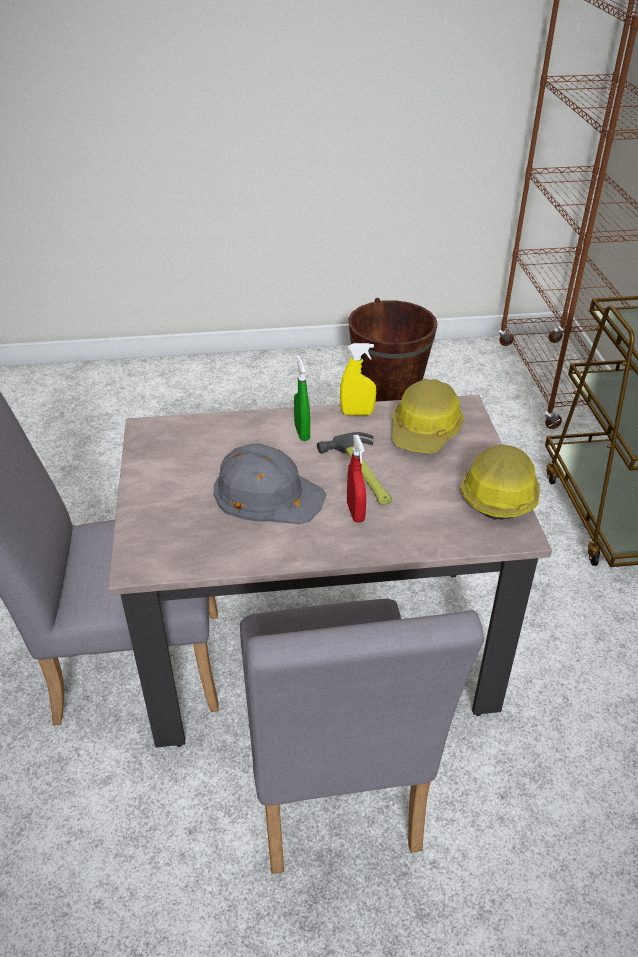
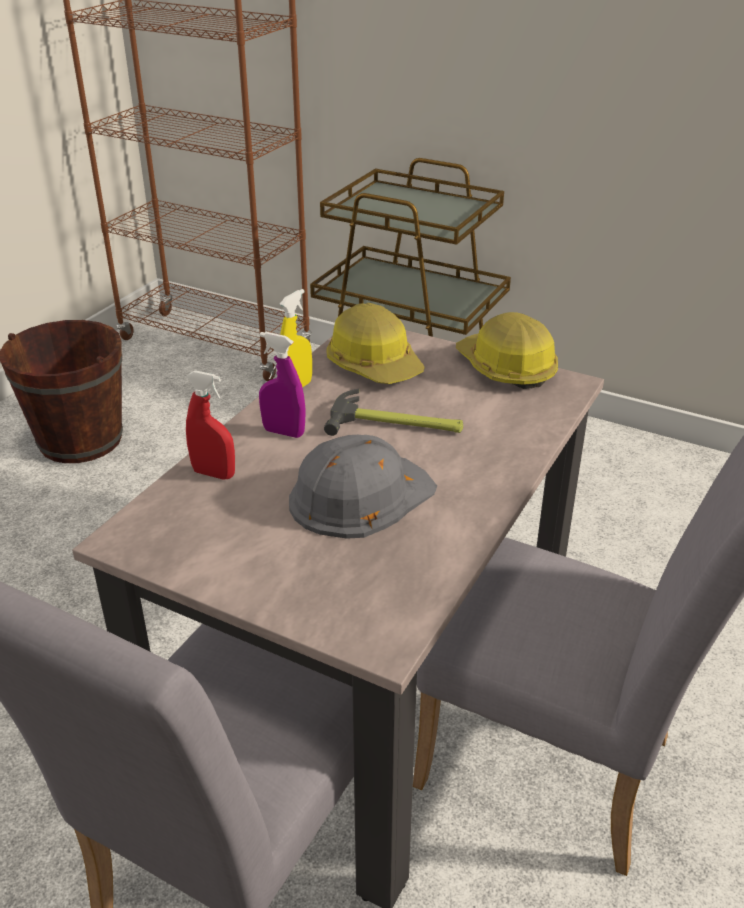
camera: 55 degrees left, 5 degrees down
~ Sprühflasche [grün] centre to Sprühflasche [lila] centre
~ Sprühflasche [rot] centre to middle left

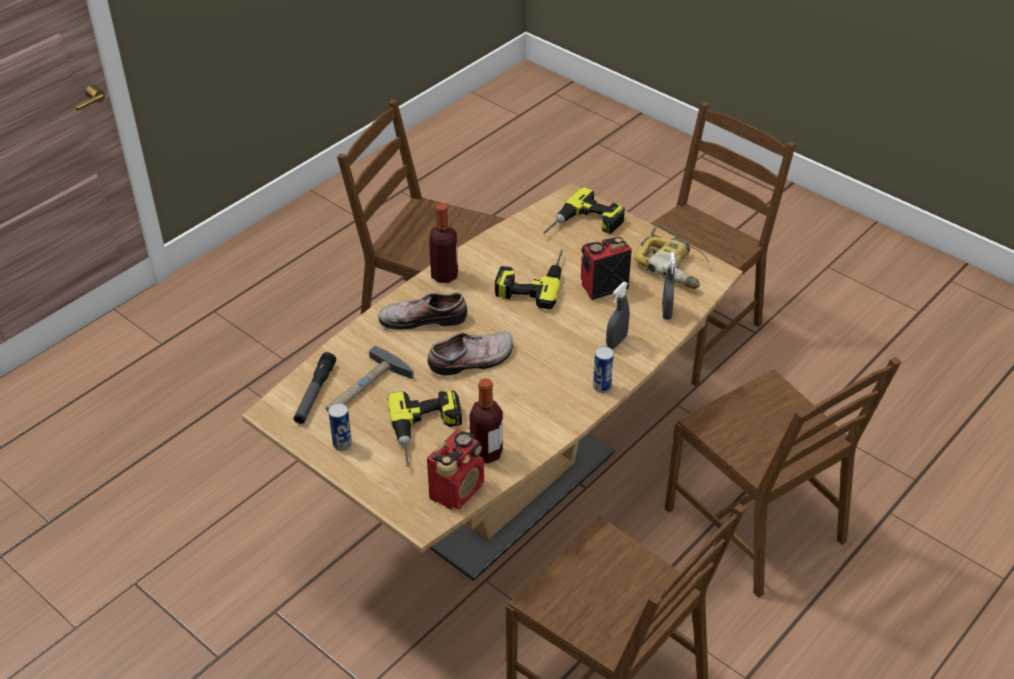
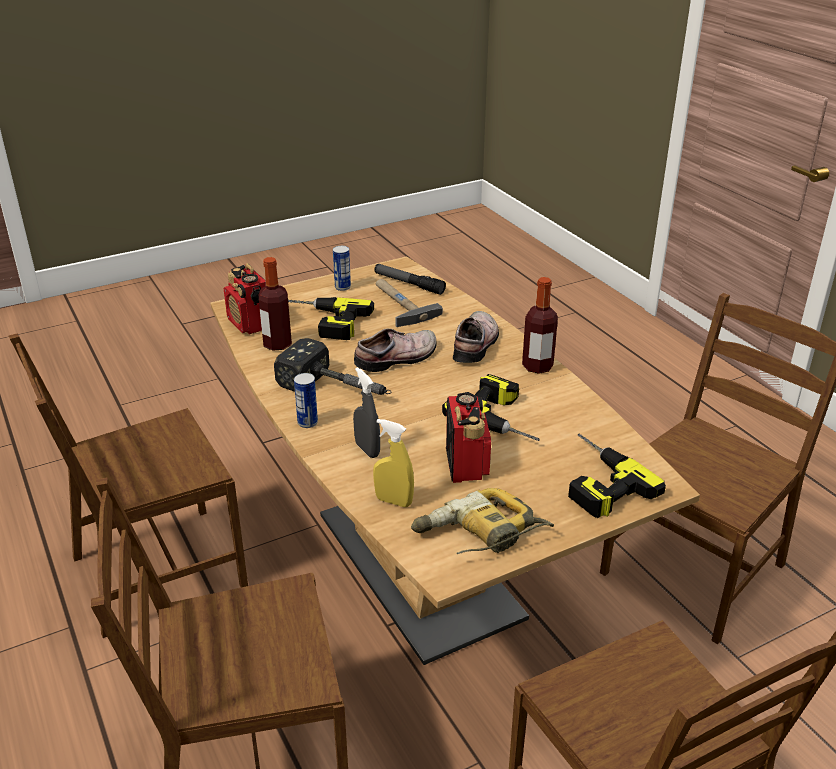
camera: 110 degrees right, 10 degrees down
~ Schuh (2nd from left in the first image) centre = centre 120 degrees counterclockwise
~ Sprühflasche [grau] (2nd from left) centre to Sprühflasche [gelb] centre
+ Hammer (1st from left) centre

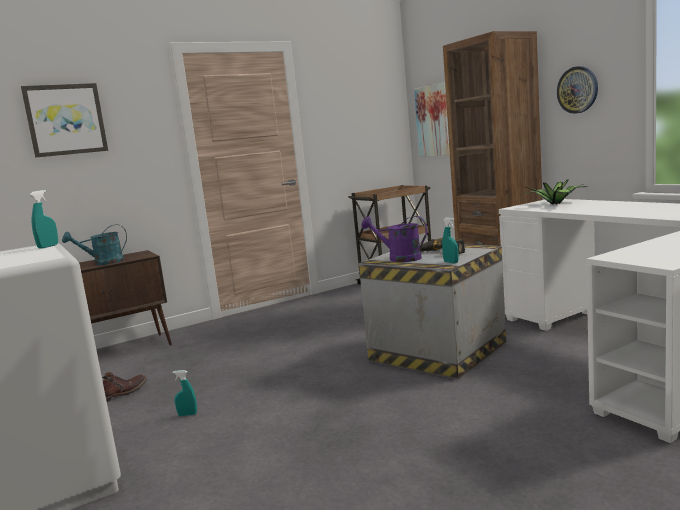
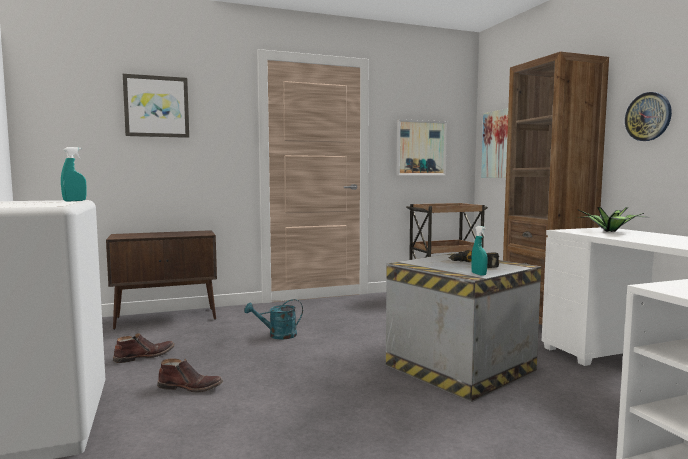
camera: 10 degrees right, 5 degrees down
~ Gießkanne [türkis] middle left to bottom centre
~ Sprühflasche [türkis] (2nd from left) bottom left to Stiefel [braun] (2nd from left) bottom left
- Gießkanne [lila] centre
+ Bild (2nd from left) top centre

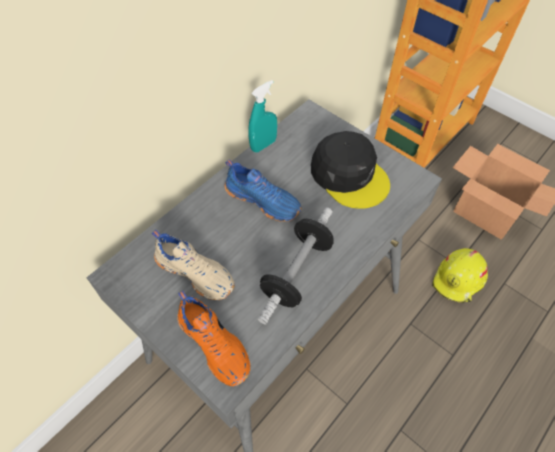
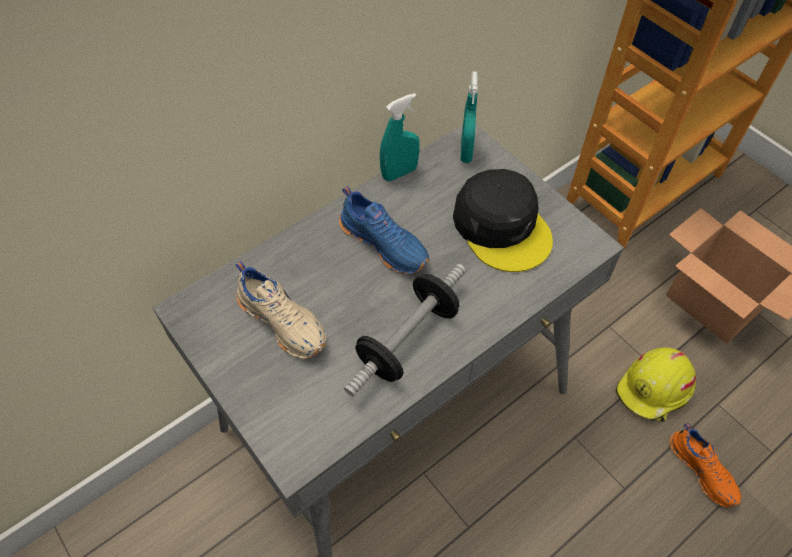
camera: 10 degrees right, 0 degrees up
~ Schuh [orange] bottom centre to bottom right
+ Sprühflasche [türkis] (2nd from left) top centre

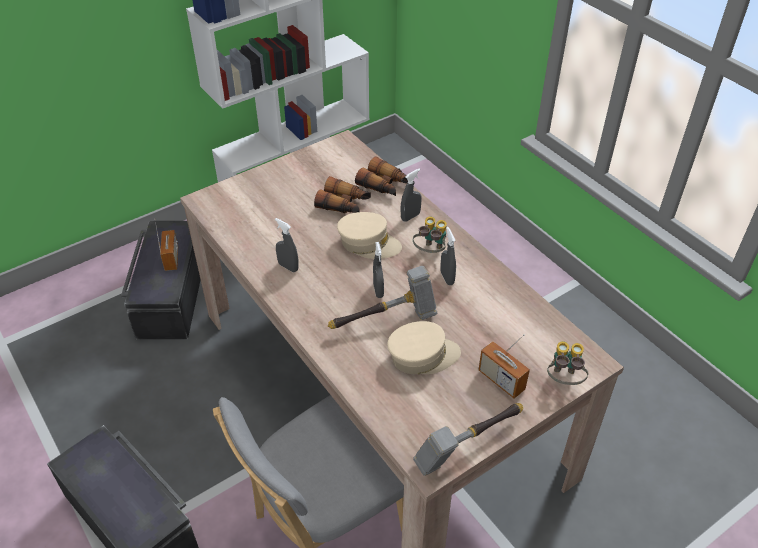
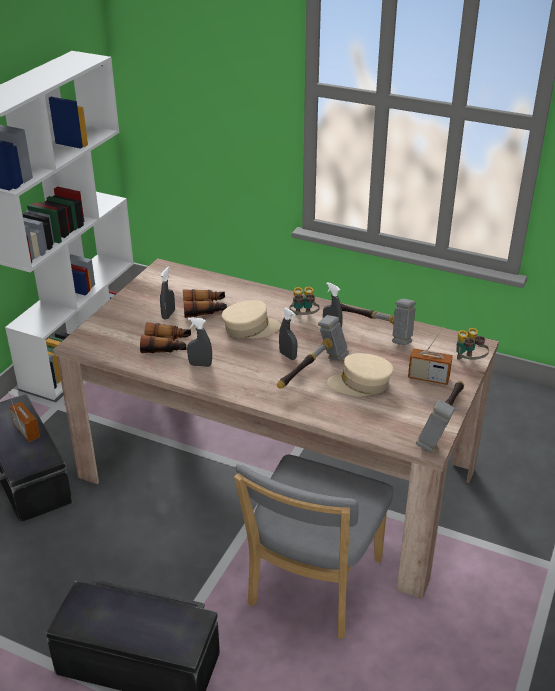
camera: 30 degrees left, 10 degrees down
~ Fernglas (2nd from left in the first image) top centre to Fernglas (1st from left) middle left
~ Kappe [beige] (2nd from left) centre = centre 135 degrees counterclockwise
~ Sprühflasche [grau] (3rd from left in the first image) centre to Sprühflasche [grau] (1st from left) middle left
+ Hammer (2nd from left) middle right

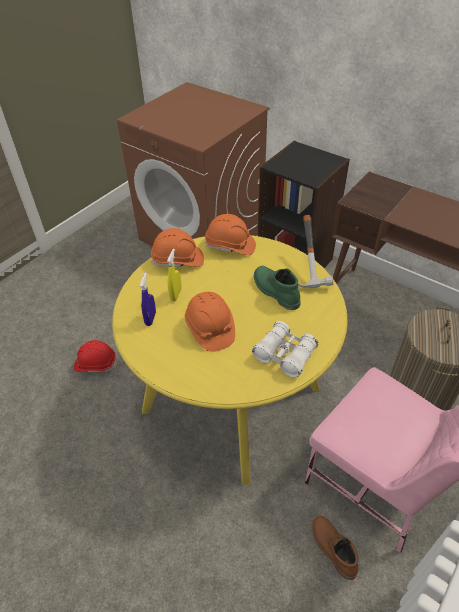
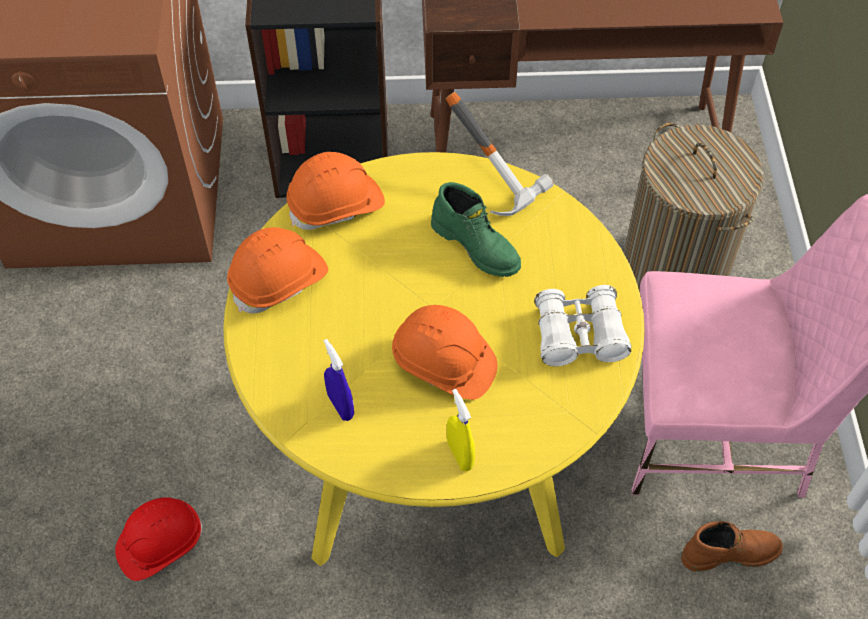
camera: 40 degrees left, 10 degrees up
~ Sprühflasche [gelb] centre to bottom centre
~ Stiefel [grün] centre = centre 150 degrees counterclockwise
~ Stiefel [braun] bottom right = bottom right 150 degrees clockwise

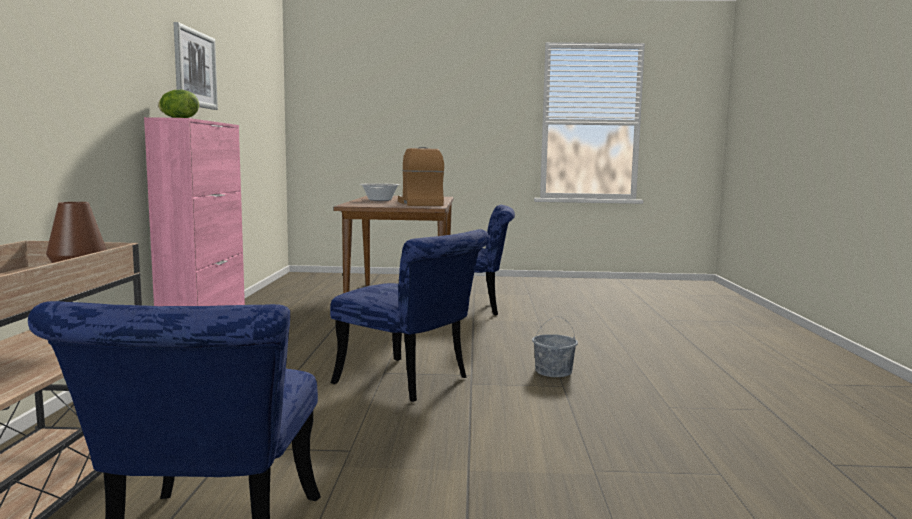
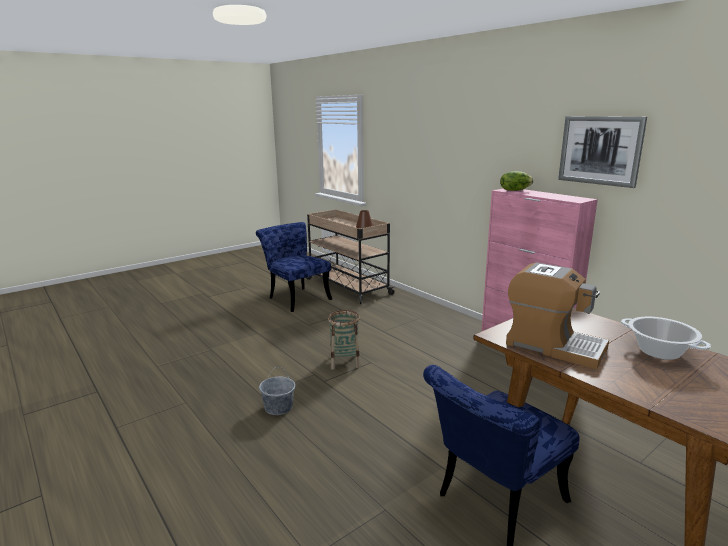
camera: 140 degrees right, 10 degrees up
~ Stuhl [blau] (2nd from left) centre to Korb centre

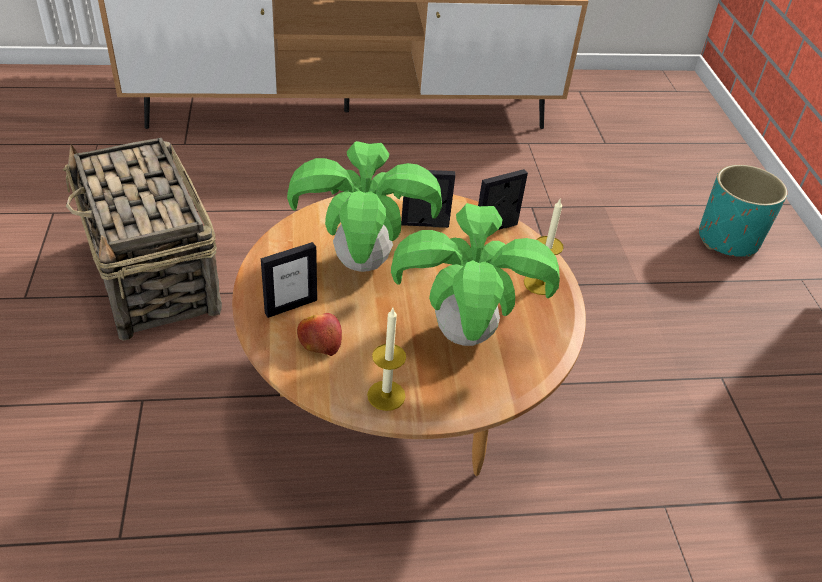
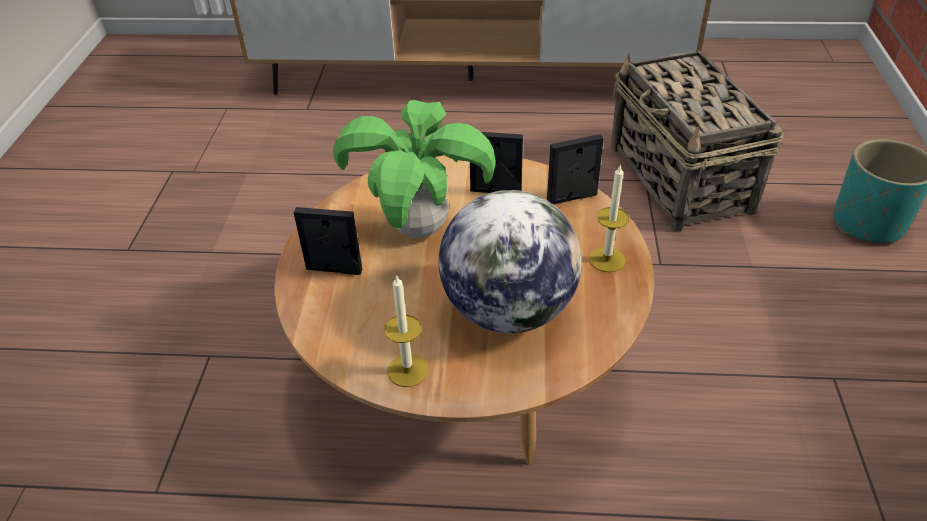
camera: 15 degrees right, 0 degrees up
~ Korb middle left to top right
~ Bilderrahmen (1st from left) centre = centre 150 degrees counterclockwise
- Apfel centre
~ Topfpflanze (2nd from left) centre to Globus centre

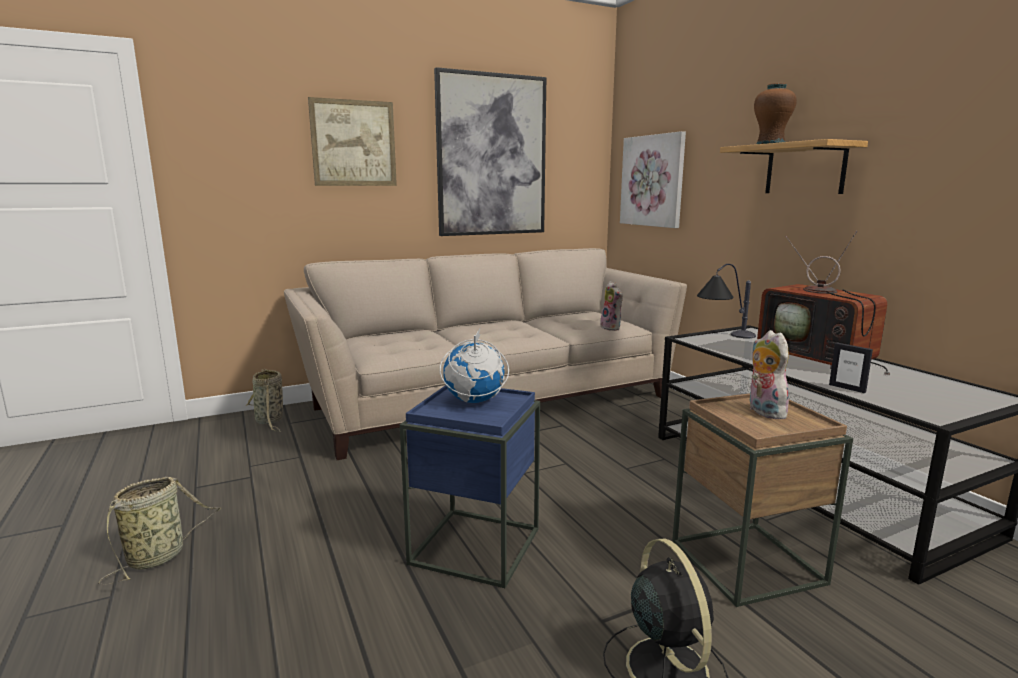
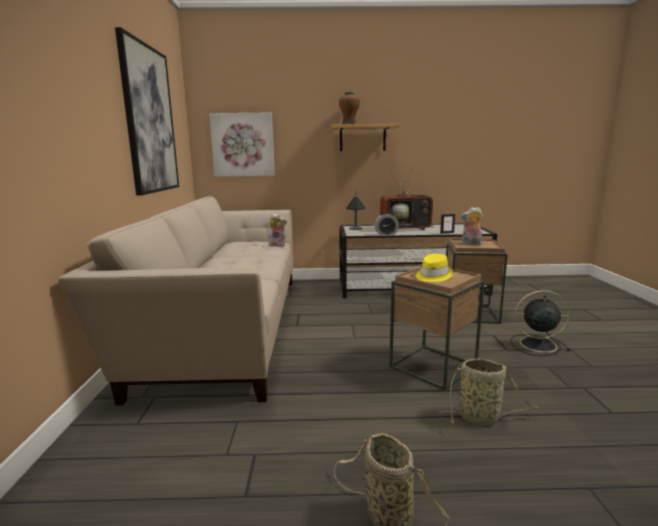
camera: 65 degrees left, 0 degrees up
~ Korb (2nd from left) middle left to bottom right
- Bild (1st from left) top centre
~ Beistelltisch [blau] bottom centre to Beistelltisch [braun] (1st from left) centre
~ Globus centre to Hut [gelb] centre
+ Wecker centre

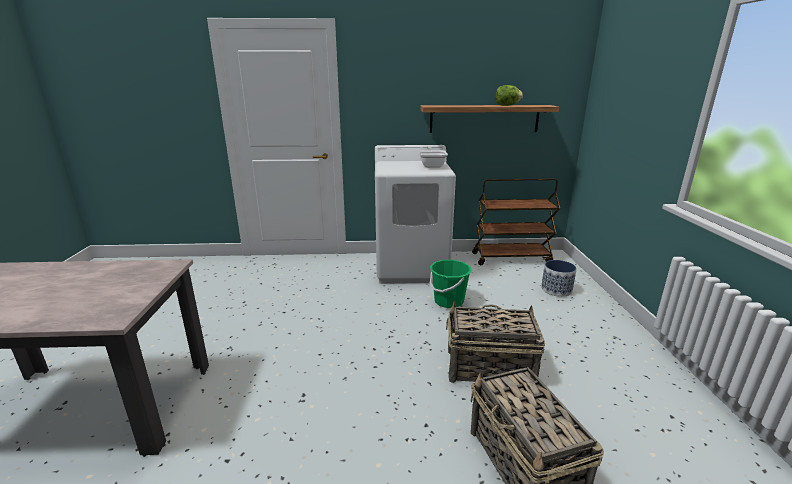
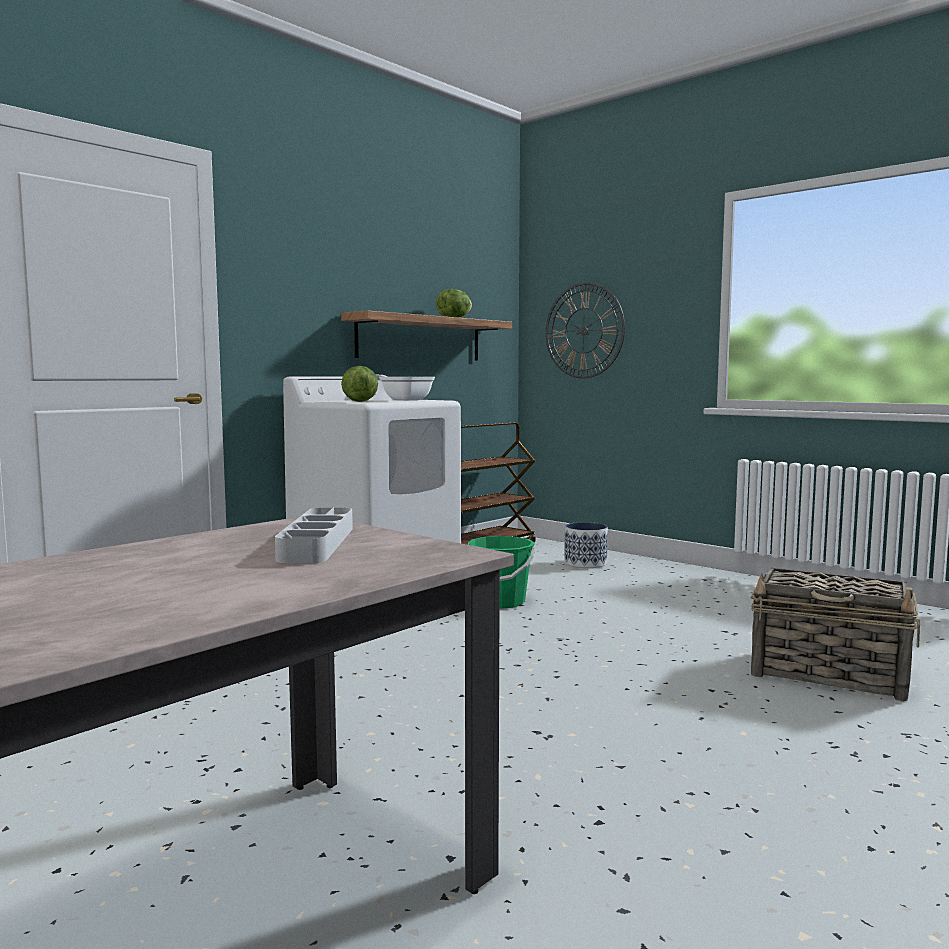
camera: 45 degrees left, 15 degrees down
- Korb (1st from left) bottom centre
+ Tablett [grau] middle left
+ Salatkopf (1st from left) centre
+ Wanduhr centre

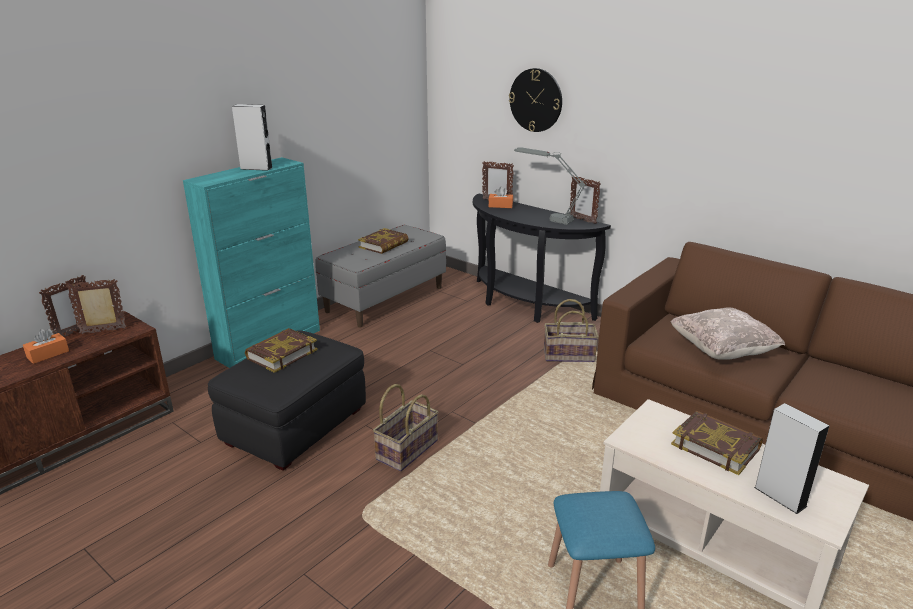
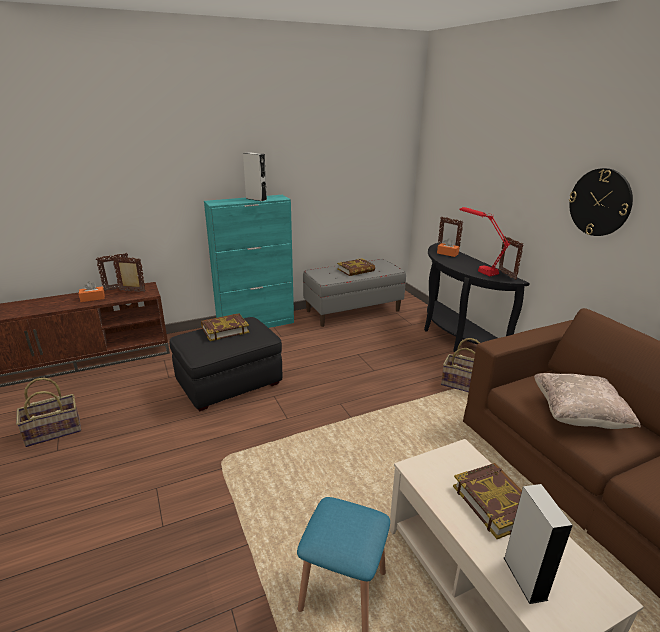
camera: 25 degrees right, 0 degrees up
~ Korb (1st from left) bottom centre to middle left
~ Wanduhr top centre to top right
~ Tischlampe [grau] top centre to Tischlampe [rot] middle right

